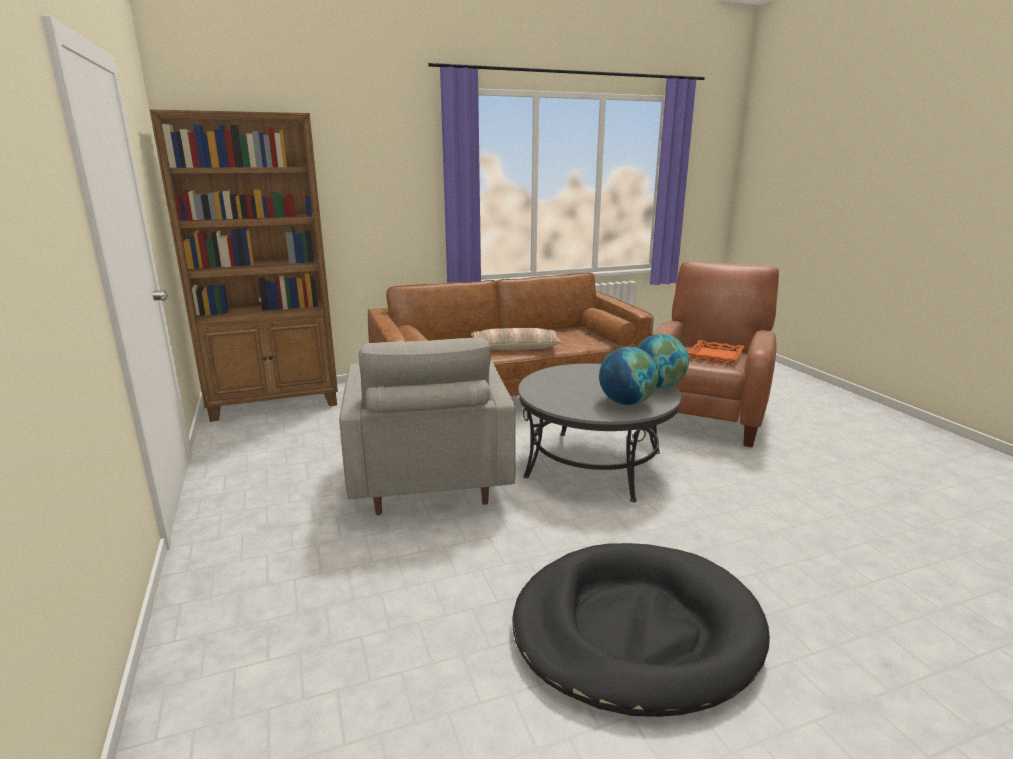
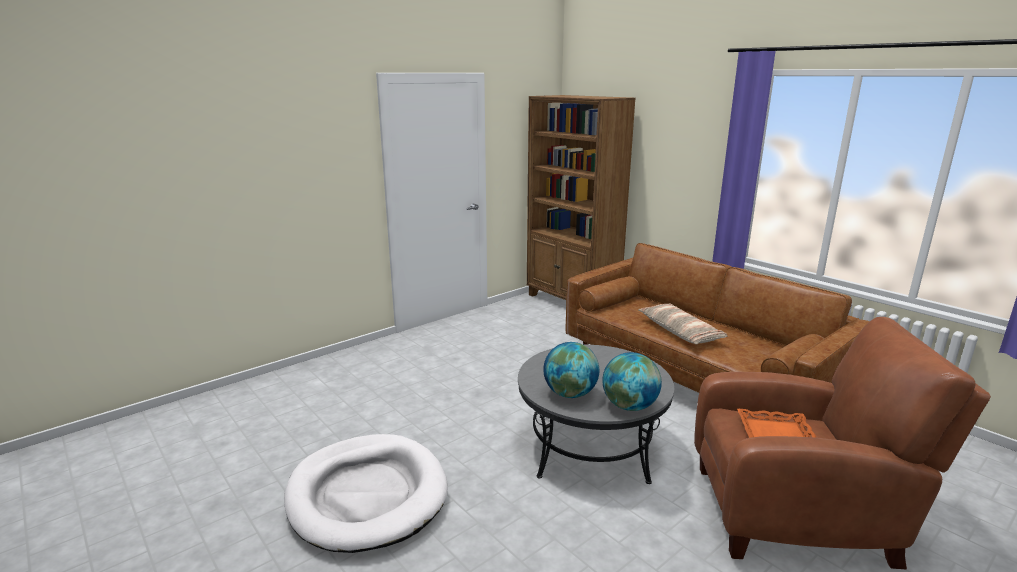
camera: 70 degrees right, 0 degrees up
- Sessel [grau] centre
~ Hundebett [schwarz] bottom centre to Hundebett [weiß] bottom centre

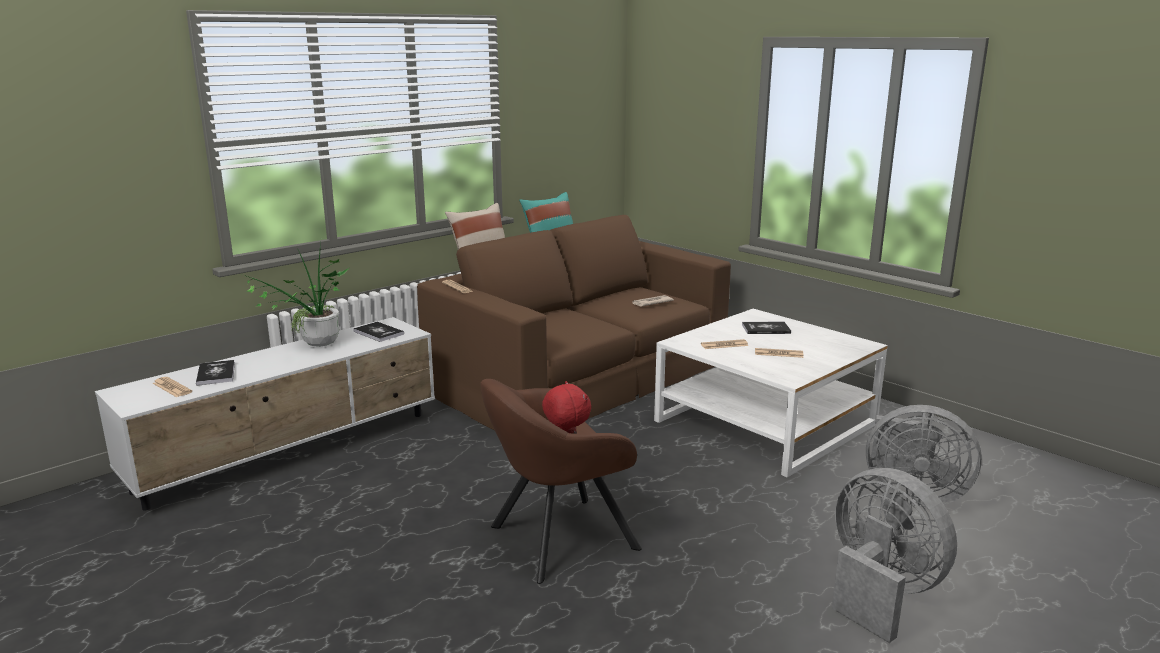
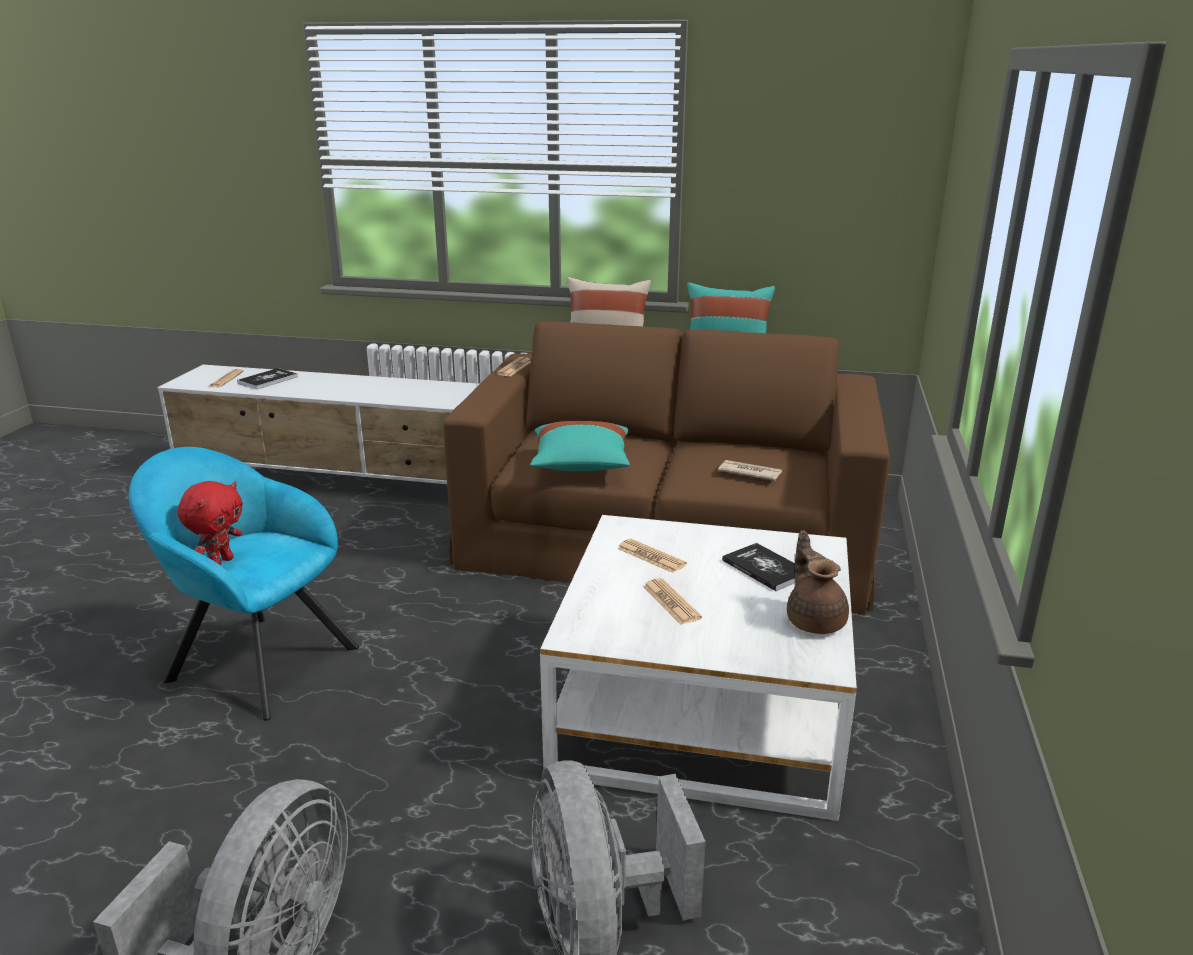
camera: 55 degrees right, 5 degrees up
- Topfpflanze middle left
- Buch (2nd from left) middle left
~ Sessel [braun] bottom centre to Sessel [türkis] middle left
+ Kissen [türkis] (1st from left) centre
+ Teekanne [braun] middle right

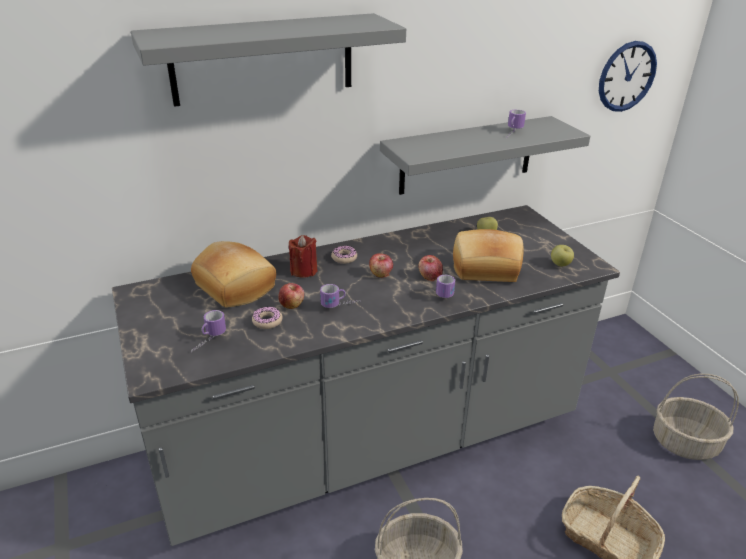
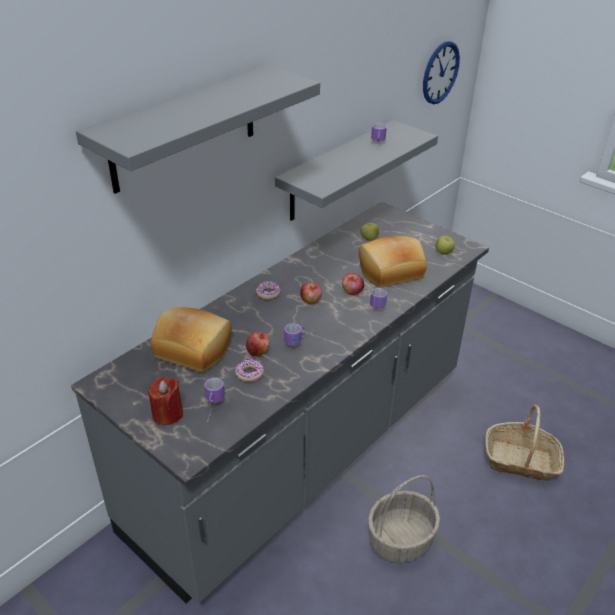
camera: 25 degrees left, 5 degrees up
~ Kerze [rot] centre to middle left
- Korb (3rd from left) bottom right

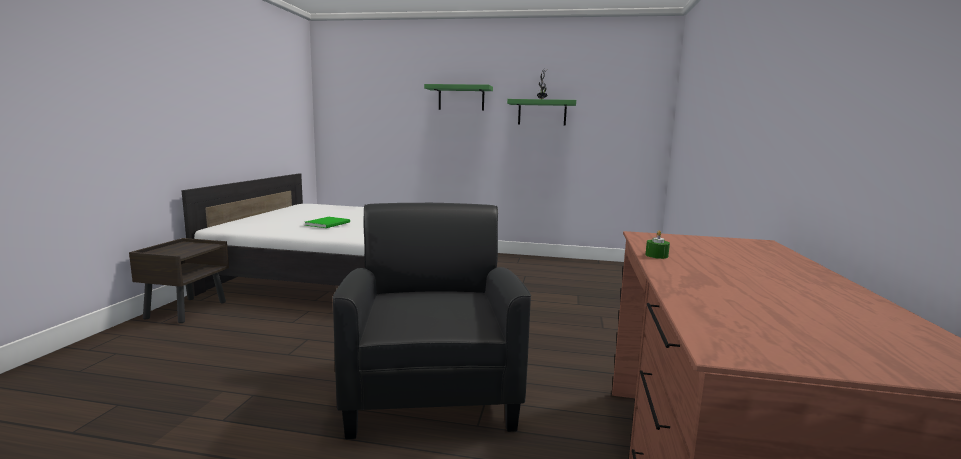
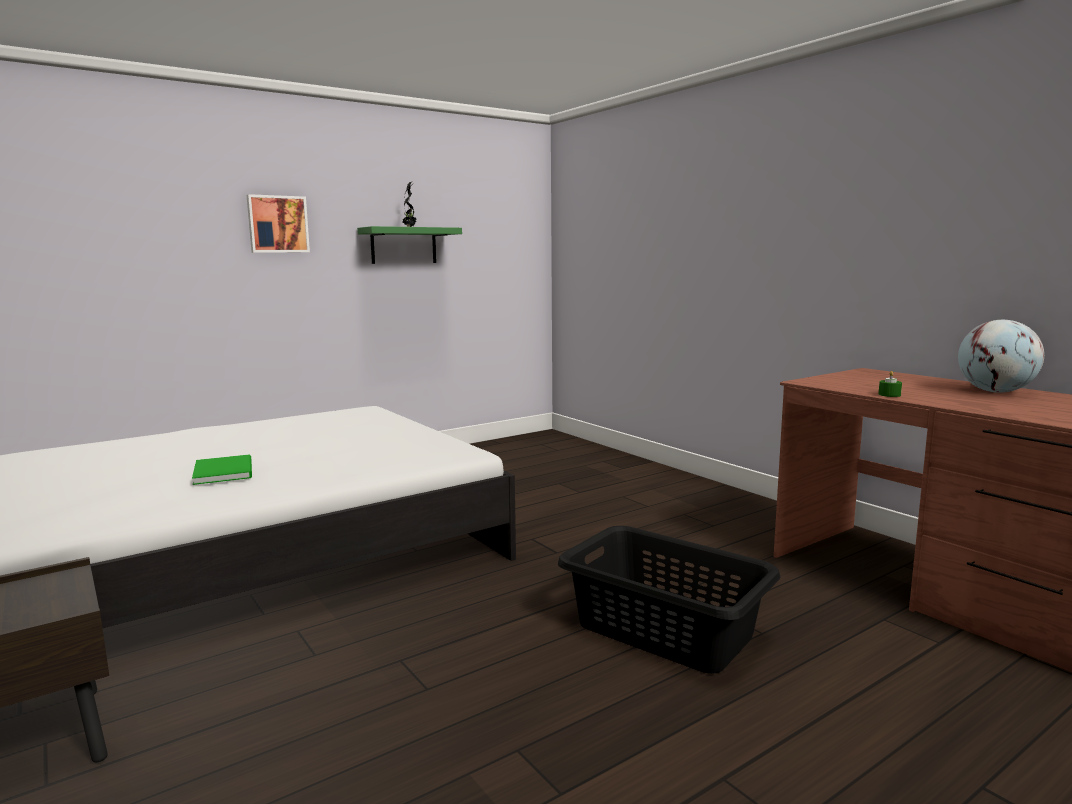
camera: 45 degrees left, 0 degrees up
~ Sessel [schwarz] bottom centre to Wäschekorb [schwarz] bottom centre
~ Wandregal [grün] (1st from left) top centre to Bild top left
+ Globus middle right

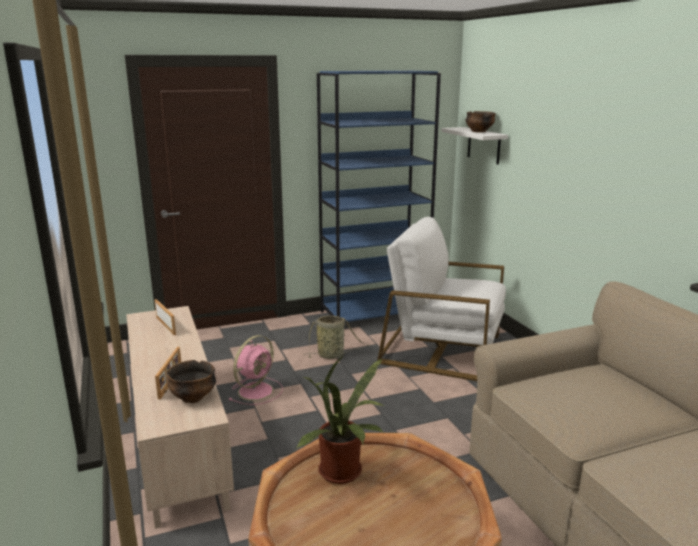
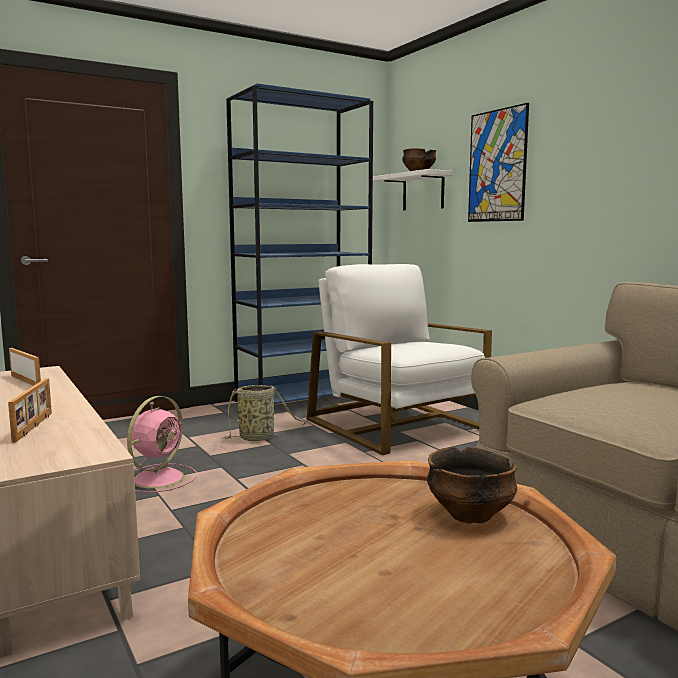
camera: 10 degrees left, 10 degrees down
~ Schüssel (1st from left in the first image) bottom left to Schüssel (2nd from left) bottom right
- Topfpflanze bottom centre
~ Sessel [weiß] centre = centre 45 degrees clockwise
+ Bild top right

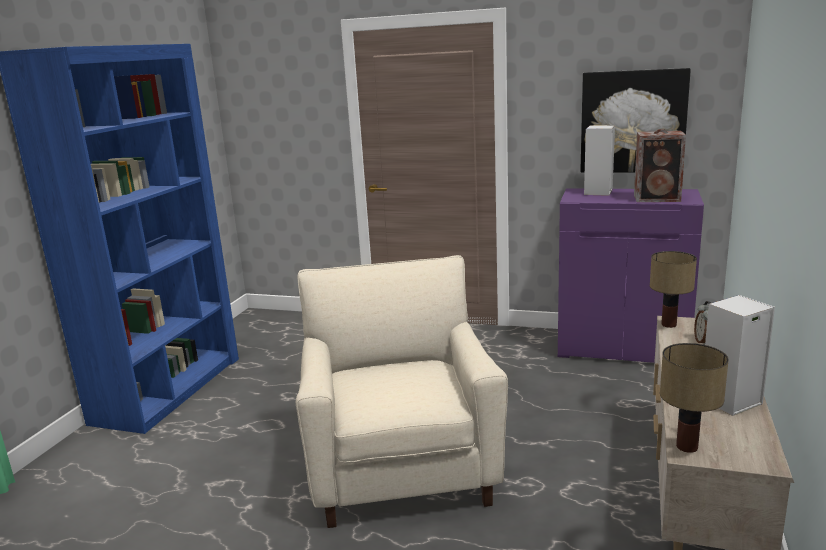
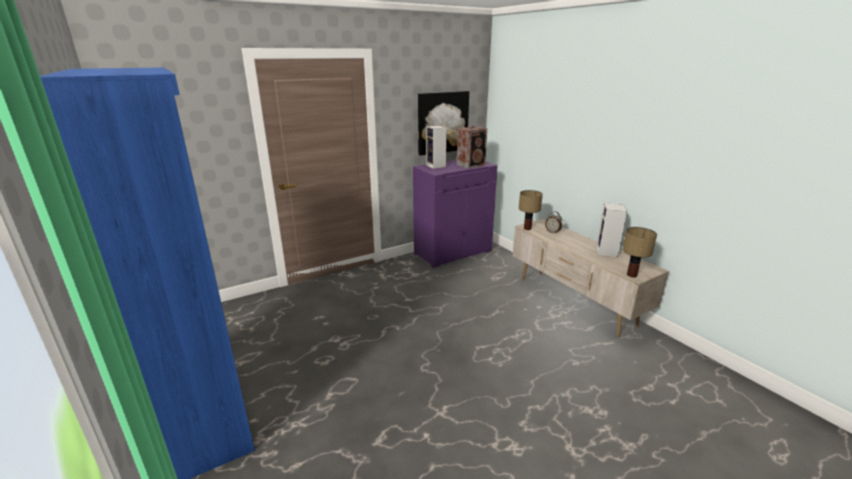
camera: 50 degrees left, 5 degrees up
- Sessel [beige] bottom centre

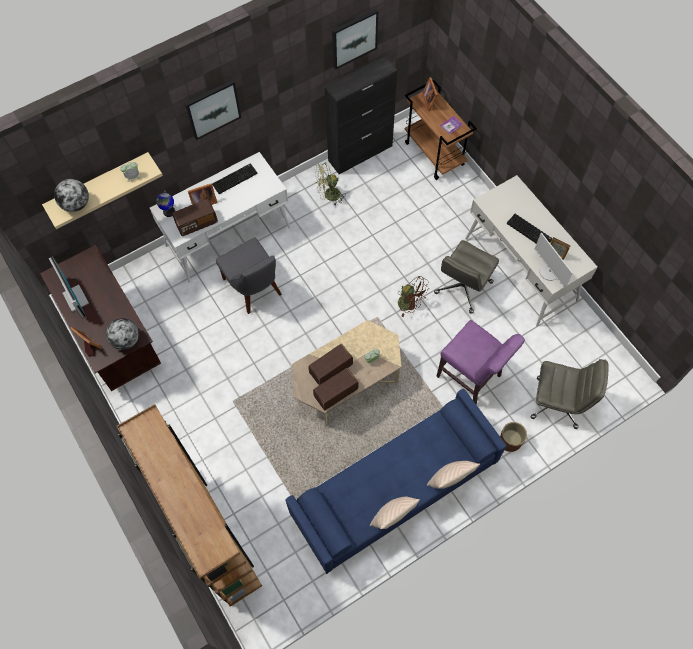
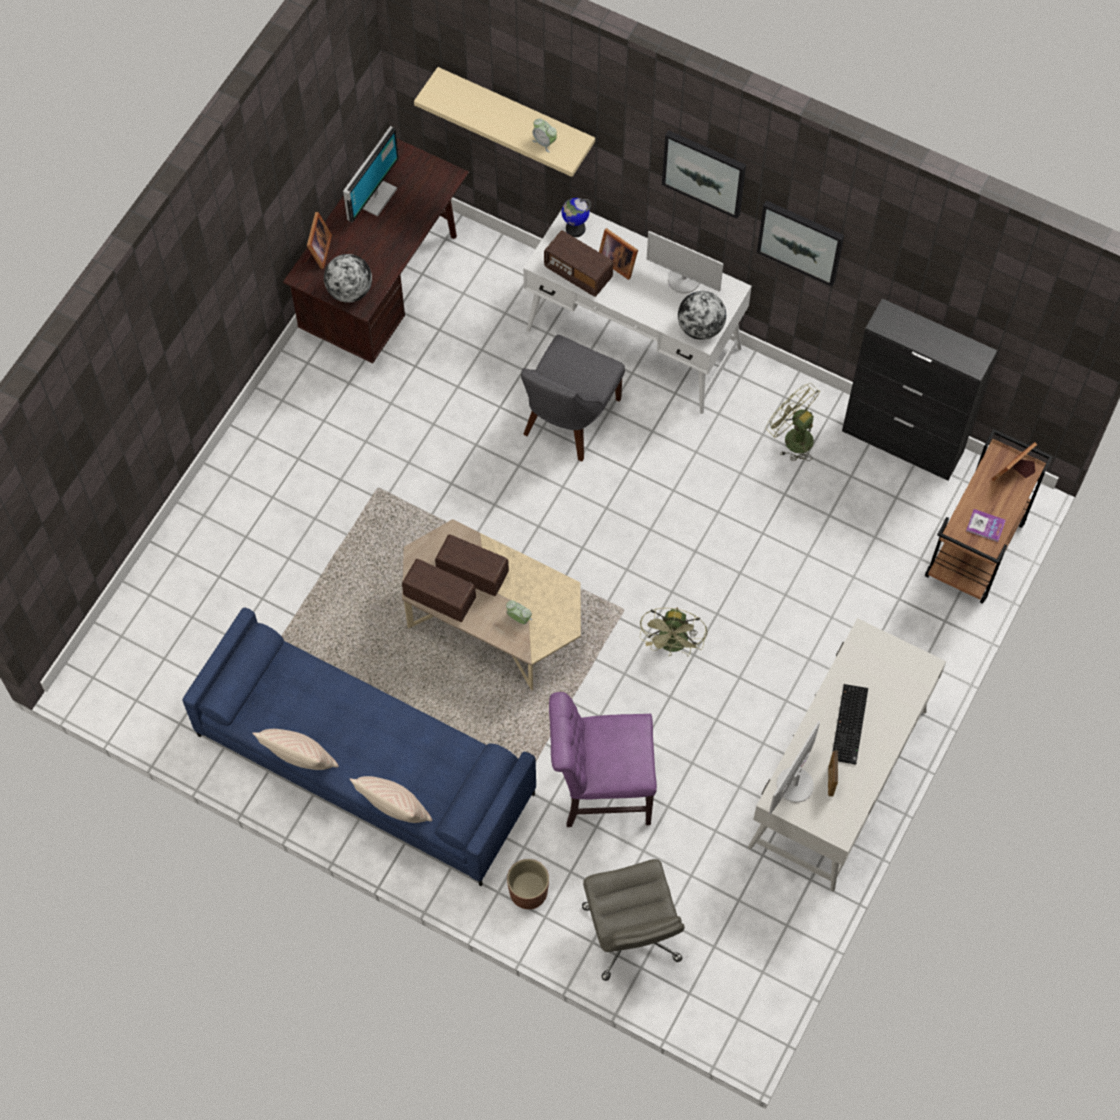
camera: 60 degrees right, 0 degrees up
~ Globus (1st from left in the first image) top left to Globus (3rd from left) top centre
- Bücherregal [braun] bottom left
~ Tastatur (1st from left) top centre to Monitor (2nd from left) top centre
~ Bild (2nd from left) top centre to top right
~ Ventilator [braun] centre to Ventilator [grün] (1st from left) centre
- Bürostuhl [grau] (1st from left) middle right
~ Stuhl [lila] middle right = bottom centre 75 degrees clockwise

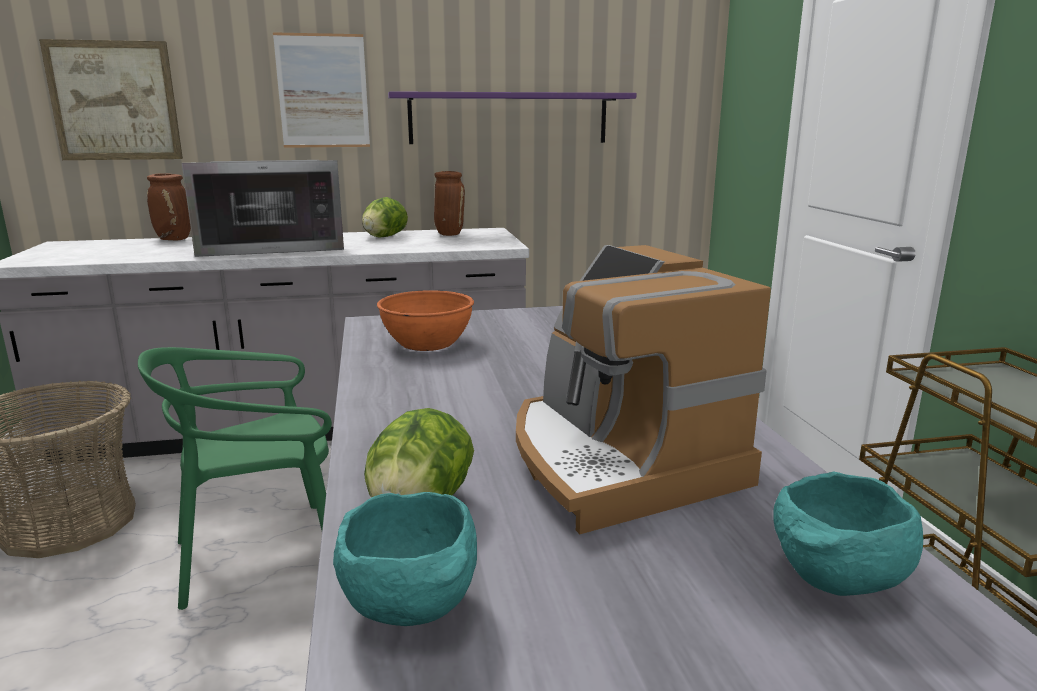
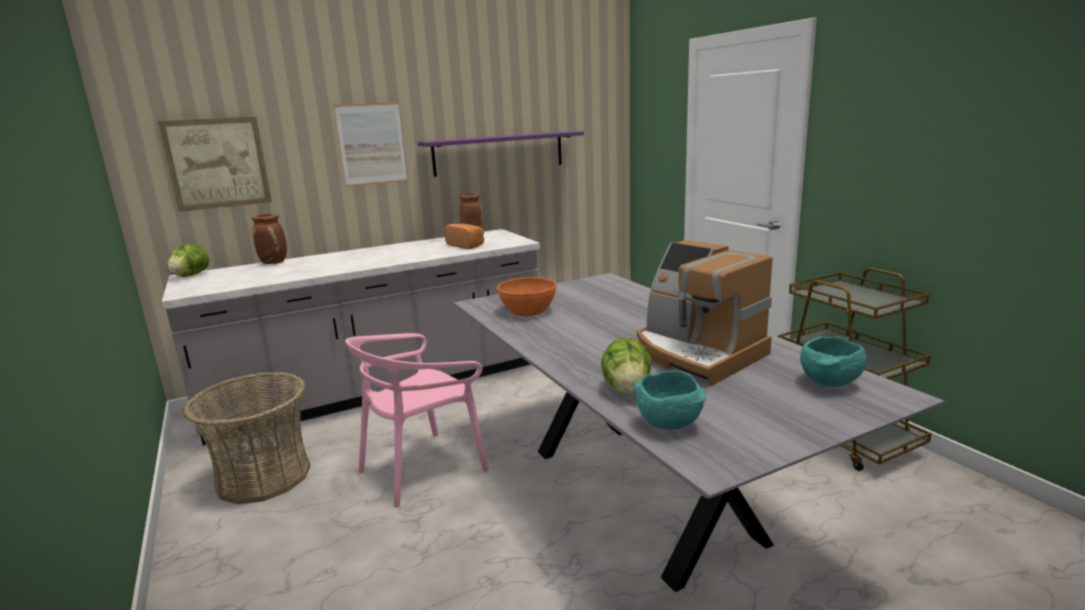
camera: 15 degrees left, 0 degrees up
~ Stuhl [grün] bottom left to Stuhl [rosa] bottom centre
- Mikrowelle top left
~ Salatkopf (1st from left) top centre to middle left
+ Brot centre

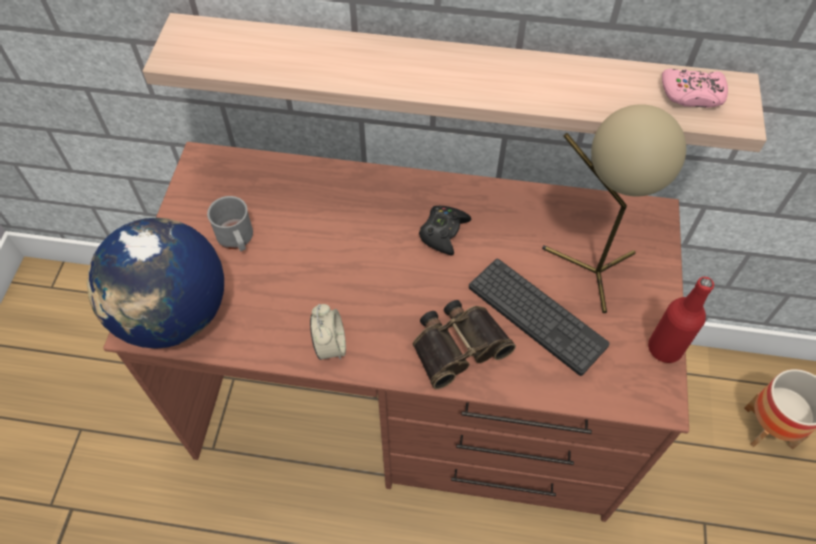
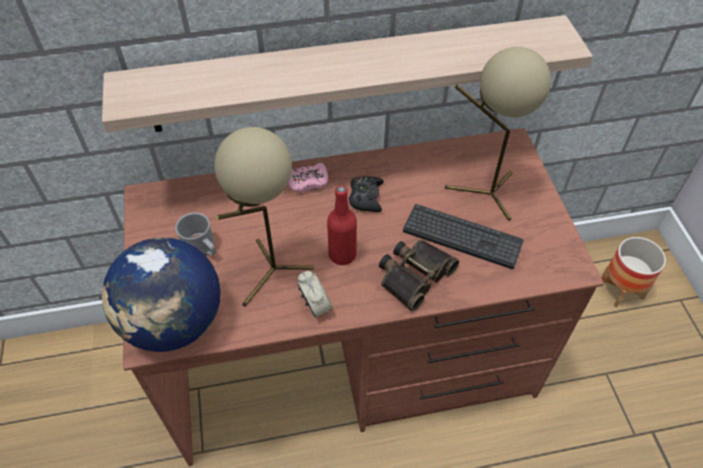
camera: 20 degrees left, 5 degrees down
~ Flasche [rot] middle right to centre
~ Gamepad [rosa] top right to centre
+ Tischlampe [beige] (1st from left) centre

